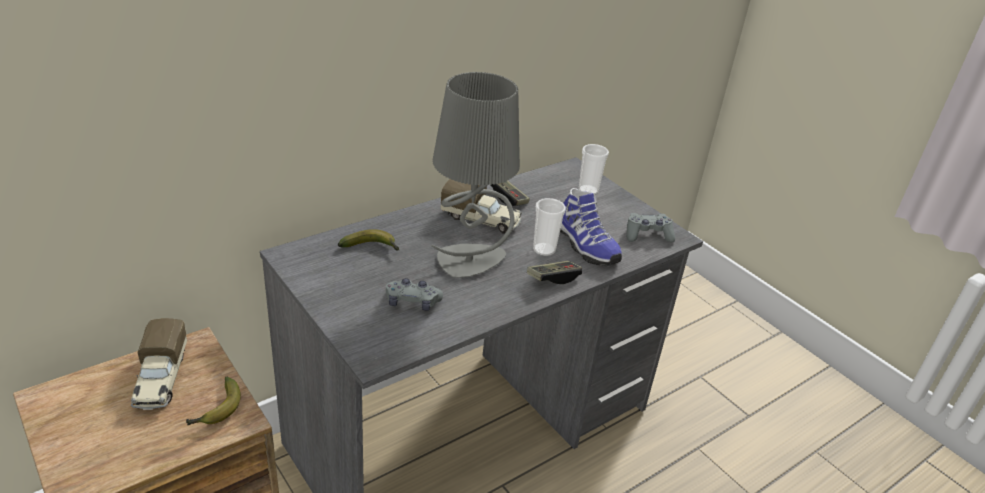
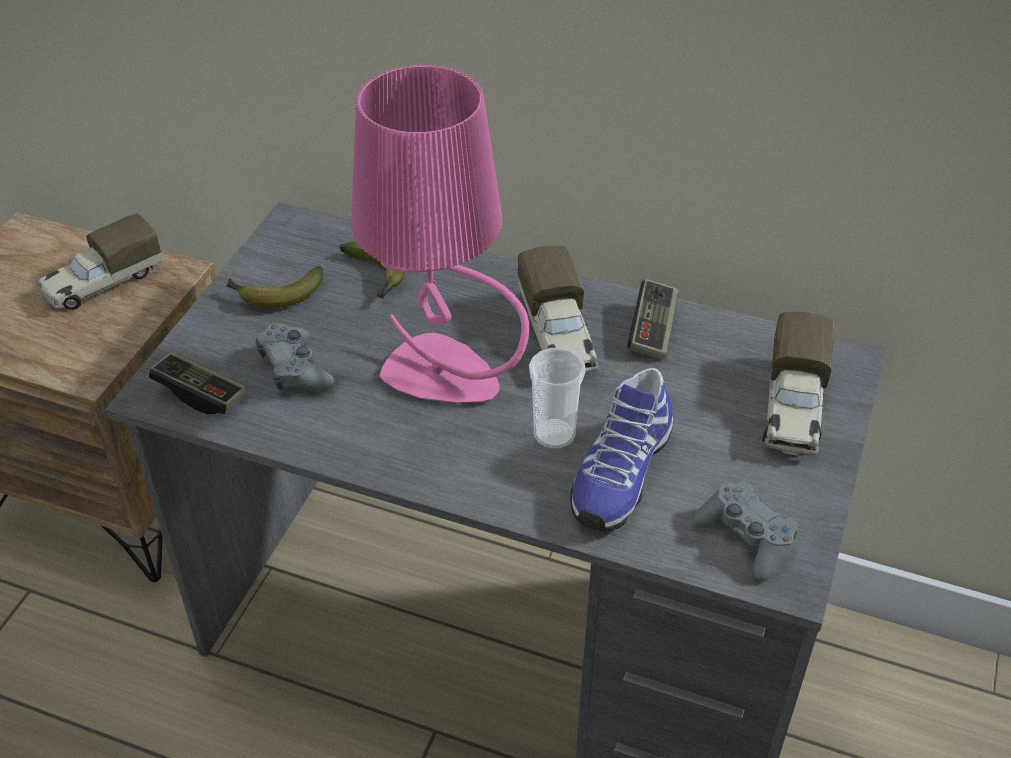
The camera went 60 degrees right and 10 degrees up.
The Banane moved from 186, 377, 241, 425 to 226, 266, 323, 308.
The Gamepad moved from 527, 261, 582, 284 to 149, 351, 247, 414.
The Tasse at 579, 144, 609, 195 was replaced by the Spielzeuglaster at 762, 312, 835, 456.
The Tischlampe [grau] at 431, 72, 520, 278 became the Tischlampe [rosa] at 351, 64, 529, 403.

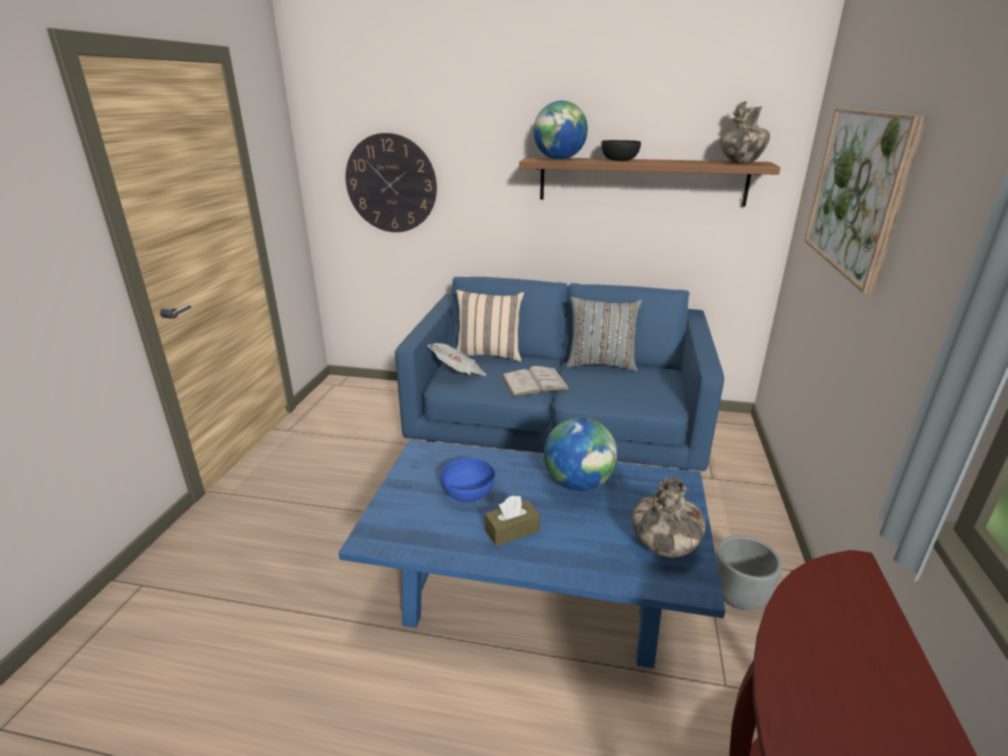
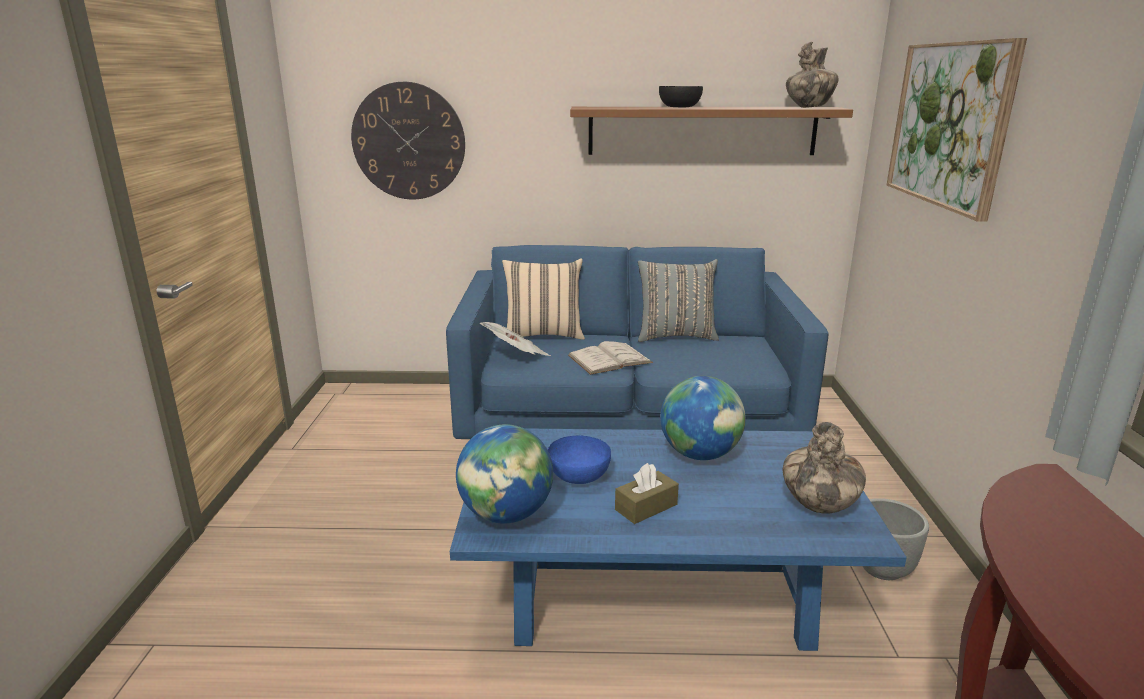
The camera went 10 degrees left and 5 degrees down.
The Globus moved from 533, 100, 588, 160 to 456, 424, 553, 524.

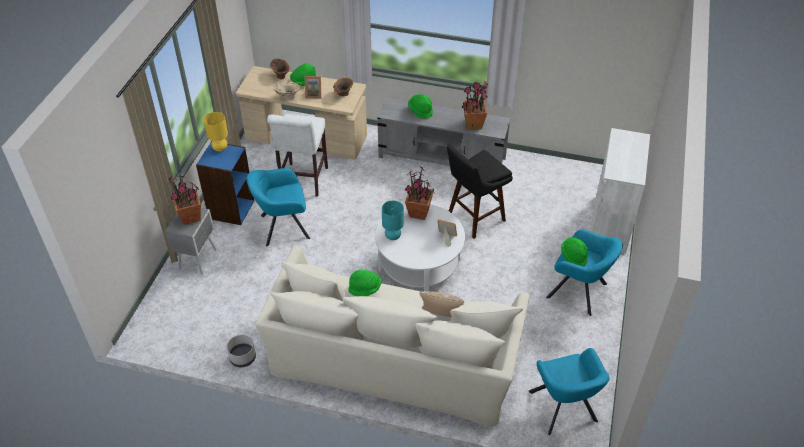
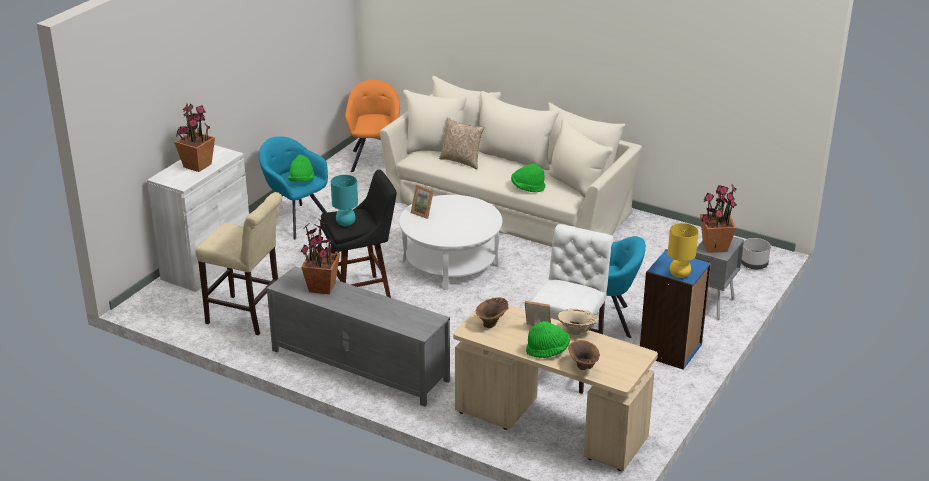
The camera went 165 degrees left and 15 degrees down.
The Hut [grün] at 408, 94, 433, 119 disappeared.
The Hocker [beige] at 195, 192, 282, 335 appeared.
The Pflanzkübel [grau] moved from 227, 335, 256, 367 to 741, 238, 771, 269.
The Tischlampe [türkis] moved from 382, 201, 404, 240 to 331, 175, 358, 226.
The Topfpflanze moved from 405, 167, 435, 220 to 174, 103, 215, 172.
The Sessel [türkis] at 529, 348, 610, 435 became the Sessel [orange] at 345, 79, 400, 172.

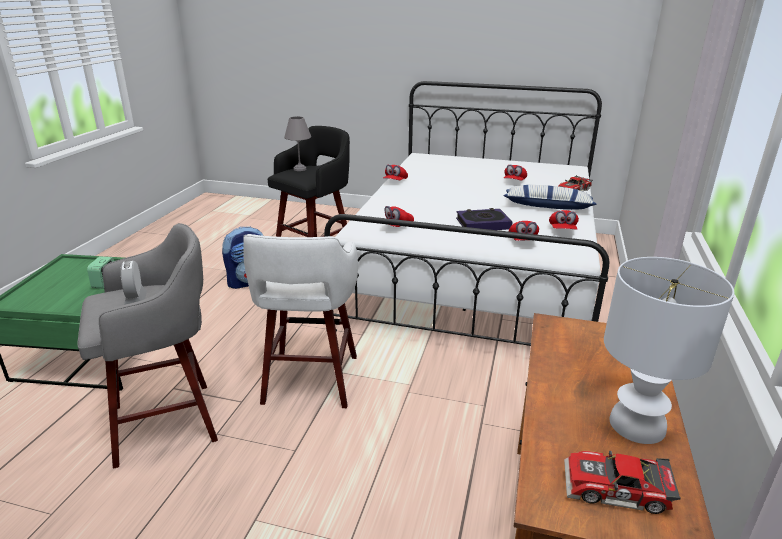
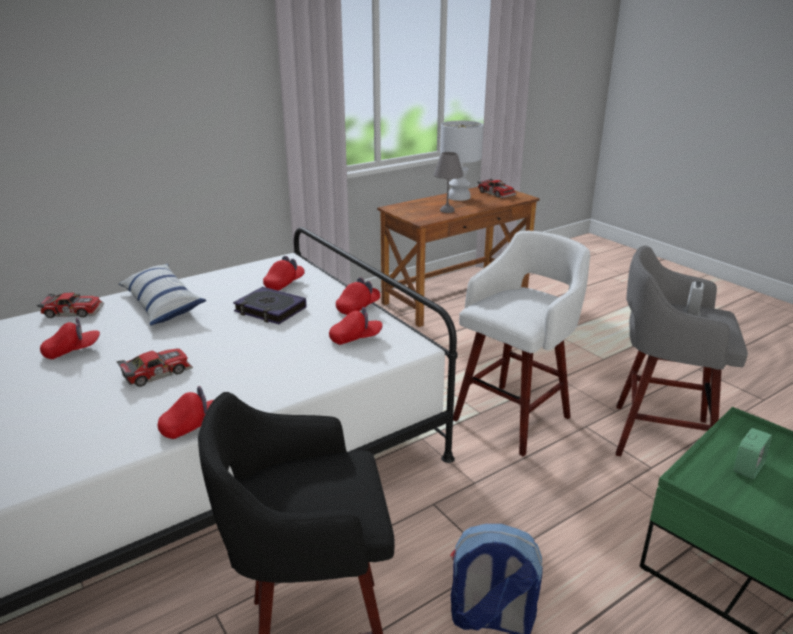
The camera went 140 degrees left and 0 degrees up.
The Spielzeugauto at 117, 349, 193, 387 appeared.
The Tischlampe [grau] moved from 284, 116, 311, 171 to 434, 152, 463, 213.
The Kappe [rot] moved from 549, 210, 579, 230 to 336, 277, 380, 315.

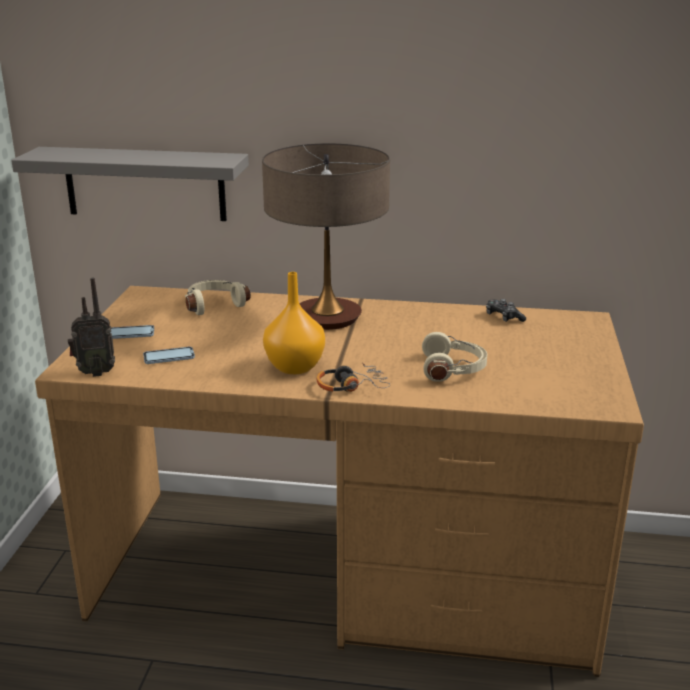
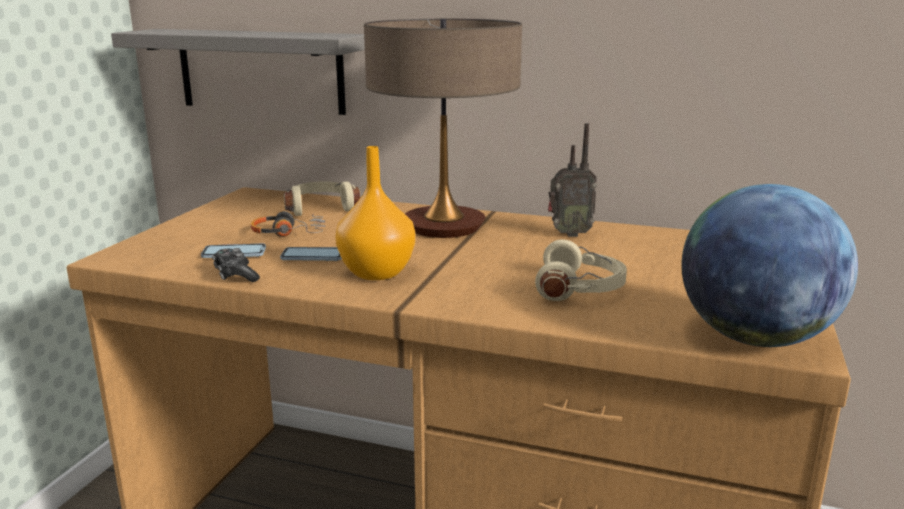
The camera went 10 degrees right and 5 degrees down.
The Globus at 681, 184, 858, 347 appeared.
The Radio moved from 68, 278, 115, 377 to 548, 123, 597, 237.
The Handy moved from 111, 325, 154, 339 to 280, 247, 342, 261.
The Kopfhörer moved from 317, 363, 390, 392 to 251, 211, 326, 237.
The Gamepad moved from 486, 299, 526, 322 to 212, 248, 260, 282.

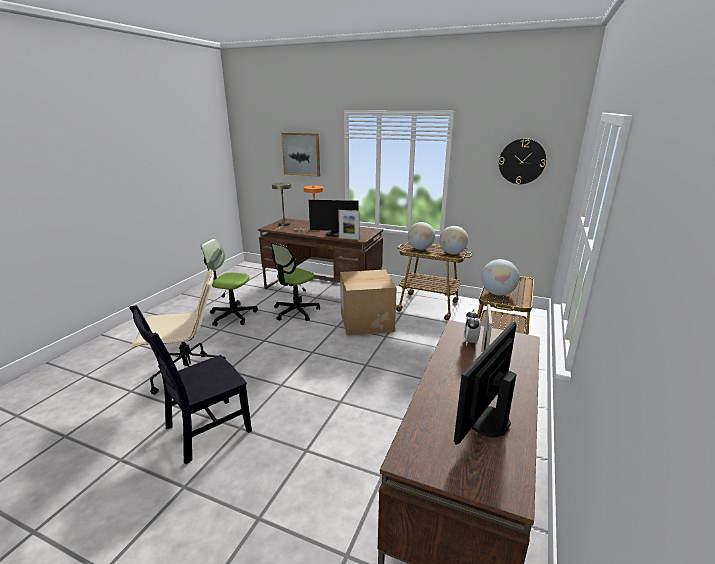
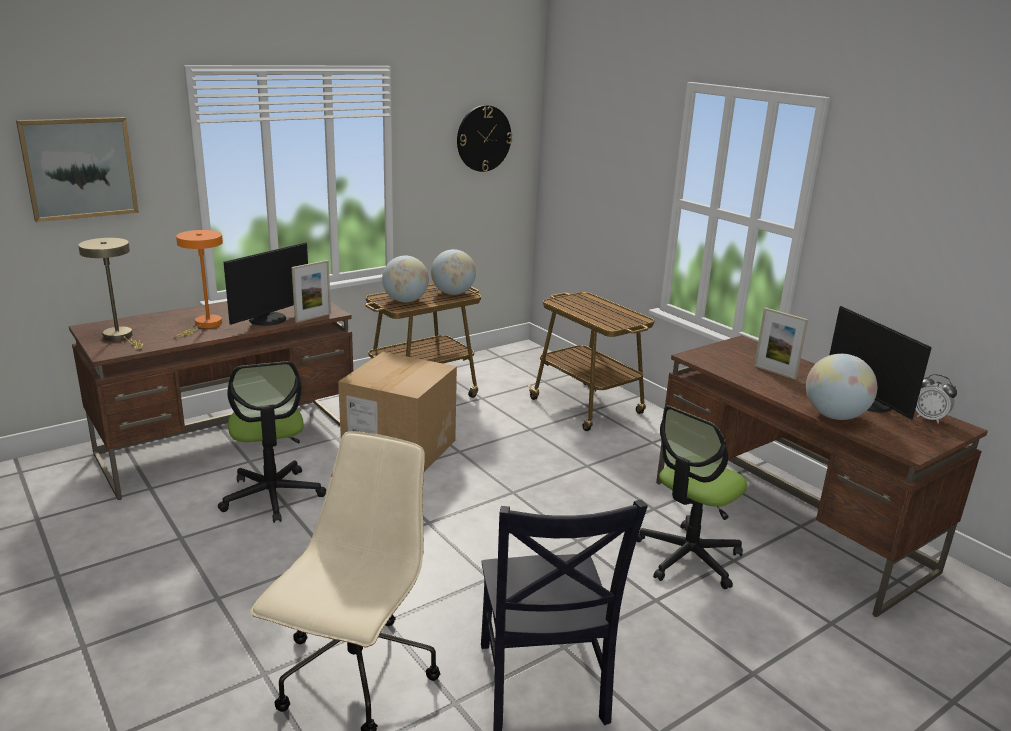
The camera went 60 degrees left and 0 degrees up.
The Bürostuhl moved from 201, 239, 258, 326 to 636, 406, 747, 589.
The Wecker moved from 463, 310, 481, 346 to 916, 374, 957, 424.
The Globus moved from 481, 259, 519, 296 to 806, 354, 877, 420.

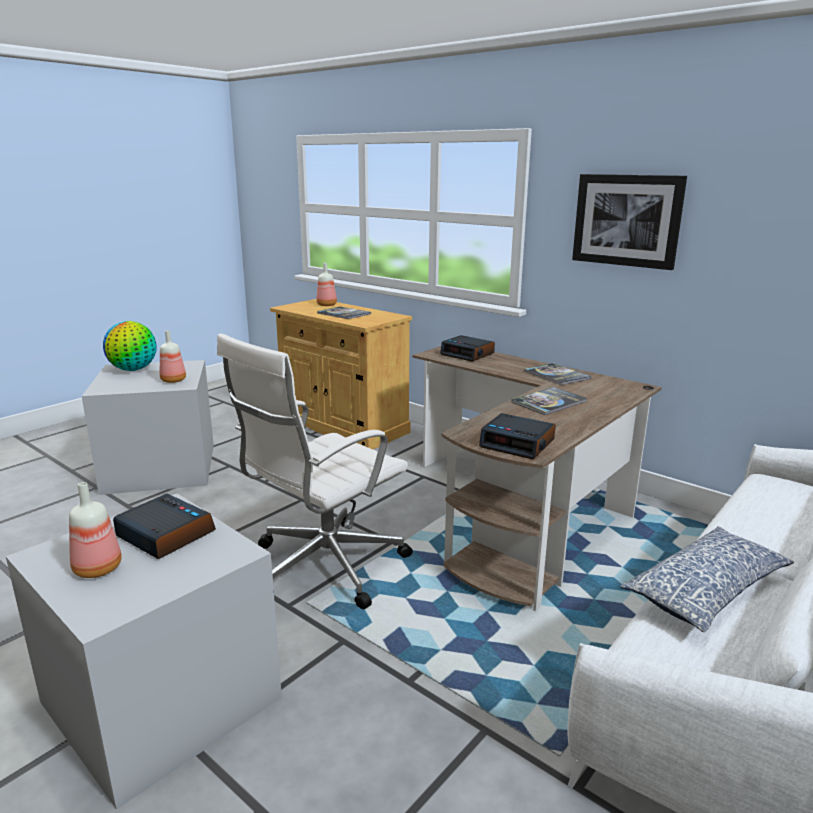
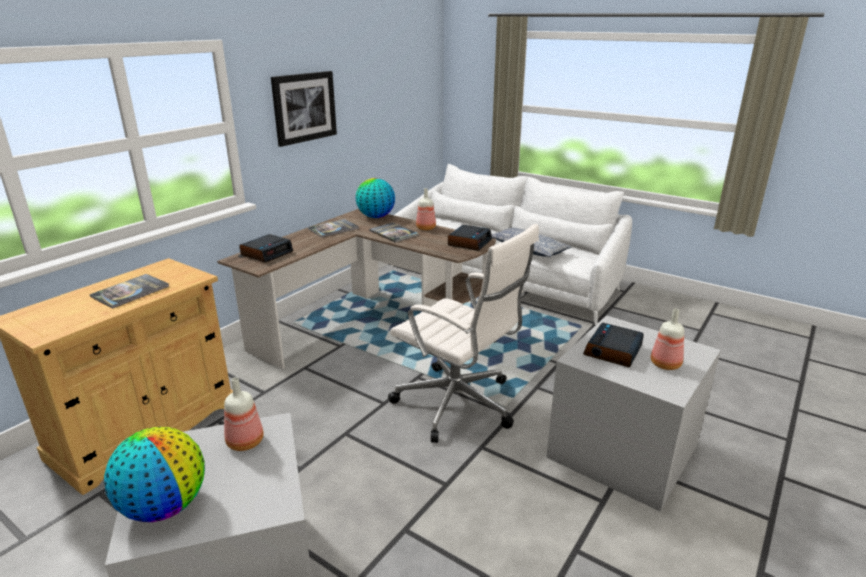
The camera went 95 degrees left and 5 degrees up.
The Globus at 356, 178, 395, 218 appeared.
The Flasche moved from 316, 263, 337, 306 to 416, 188, 436, 230.

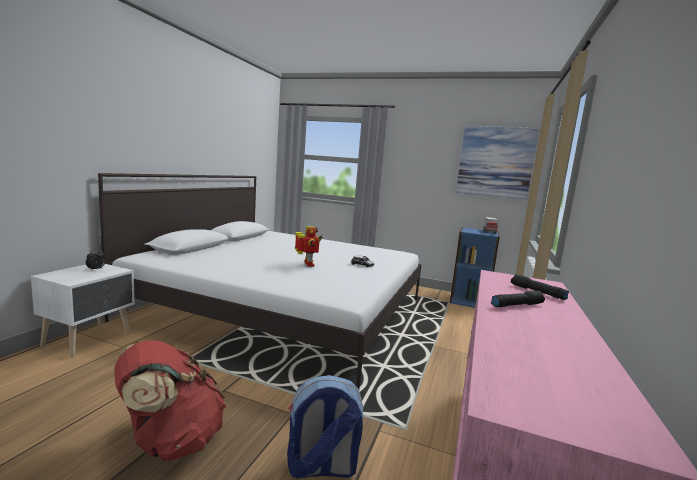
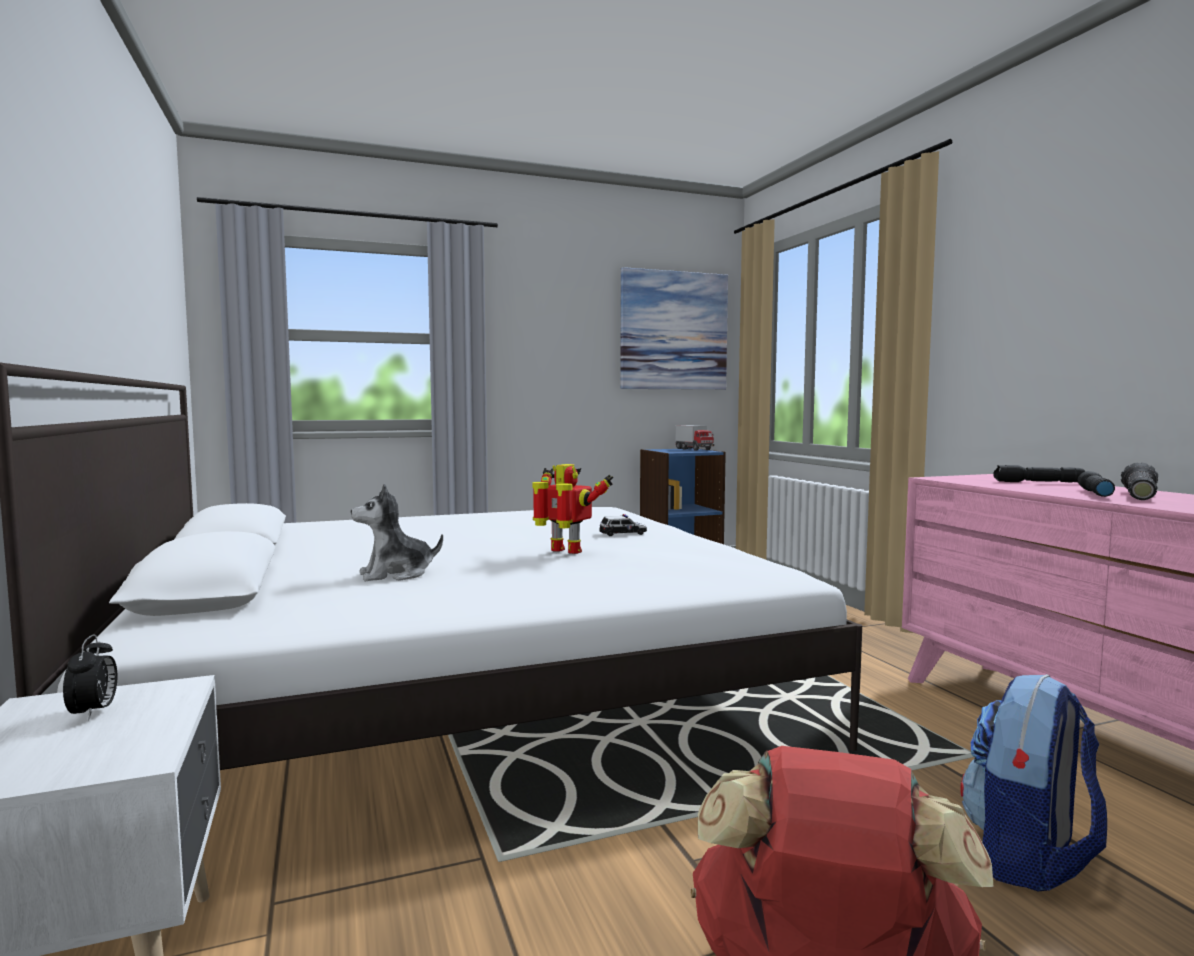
The camera went 40 degrees left and 5 degrees down.
The Plüschtier at 351, 483, 443, 582 appeared.
The Taschenlampe at 1121, 463, 1158, 500 appeared.

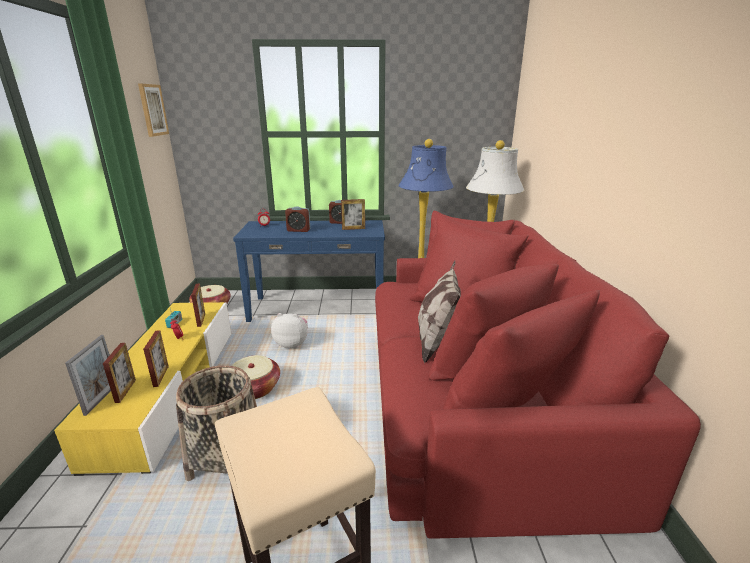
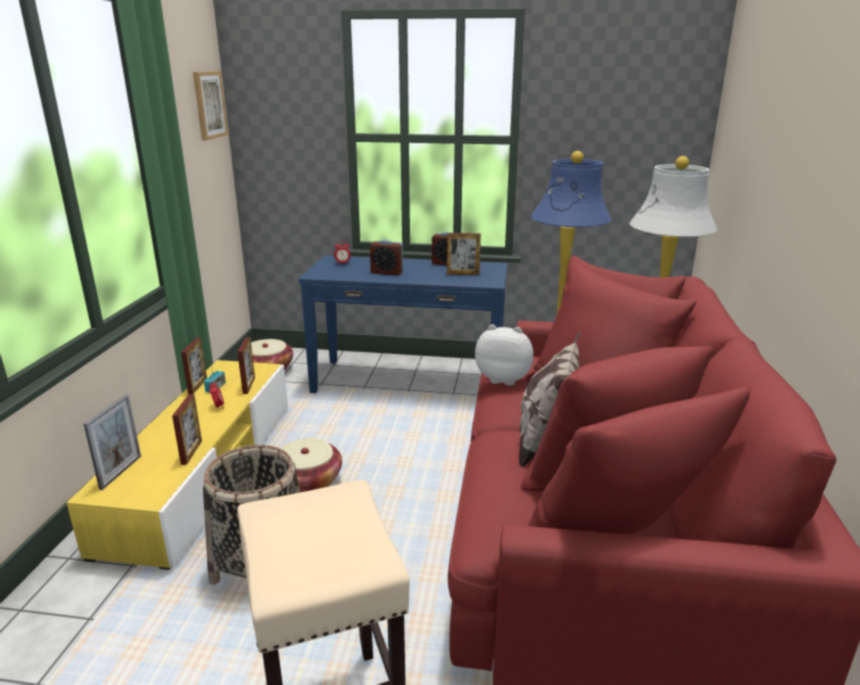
The camera went 10 degrees right and 0 degrees up.
The Bilderrahmen moved from 103, 343, 136, 403 to 181, 338, 207, 394.
The Plüschtier moved from 271, 313, 308, 349 to 475, 325, 533, 386.

